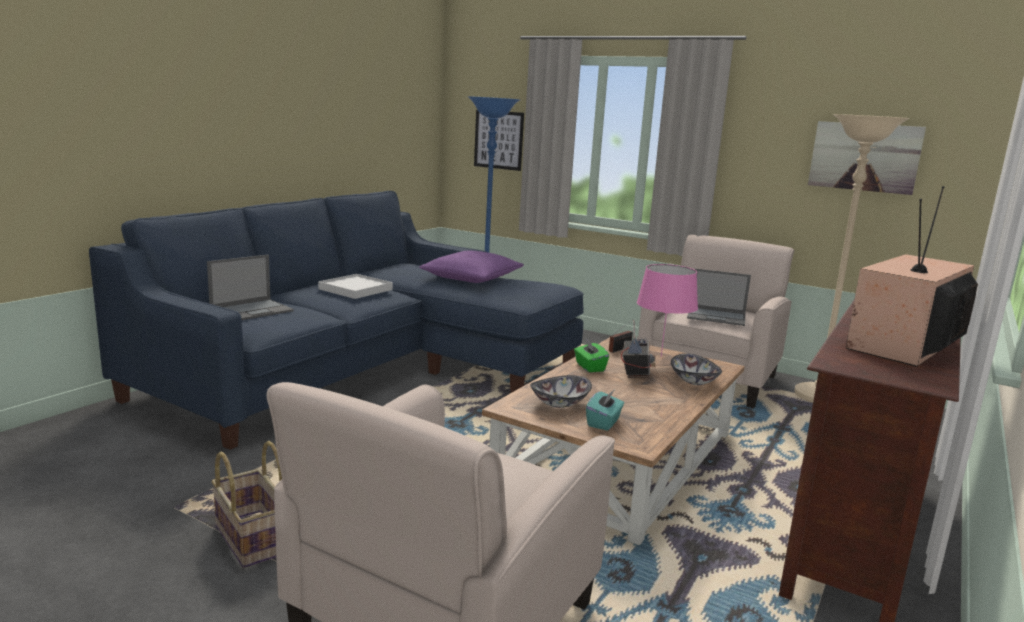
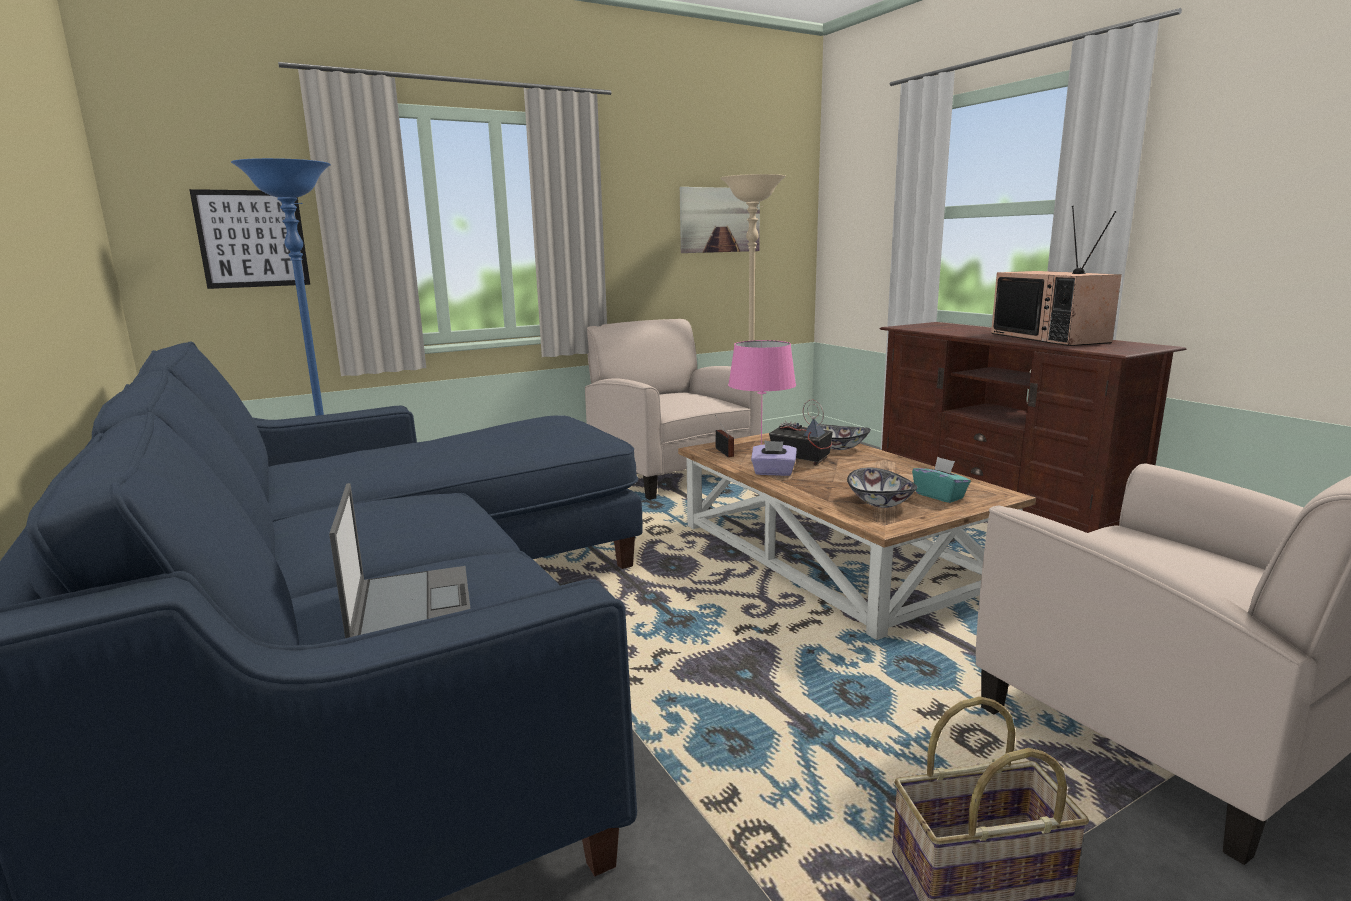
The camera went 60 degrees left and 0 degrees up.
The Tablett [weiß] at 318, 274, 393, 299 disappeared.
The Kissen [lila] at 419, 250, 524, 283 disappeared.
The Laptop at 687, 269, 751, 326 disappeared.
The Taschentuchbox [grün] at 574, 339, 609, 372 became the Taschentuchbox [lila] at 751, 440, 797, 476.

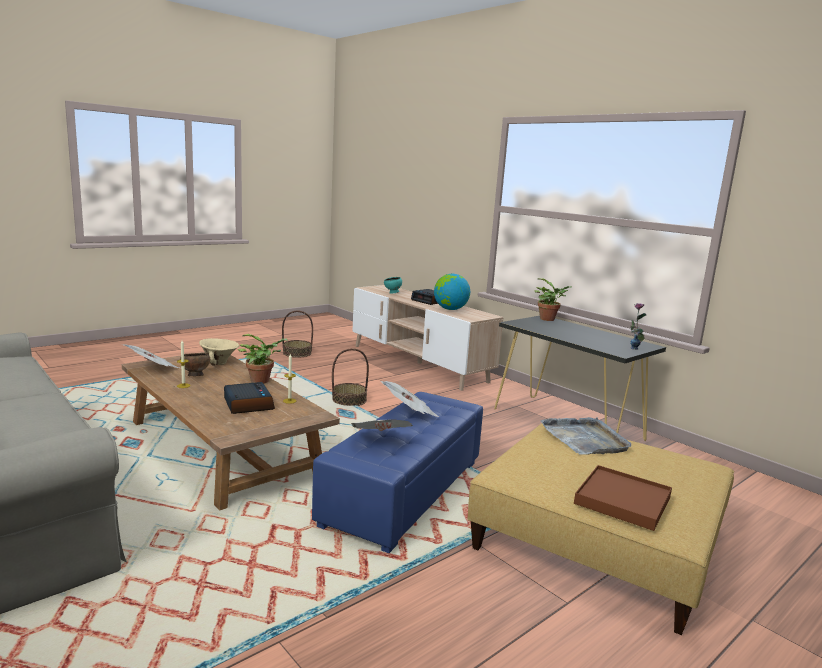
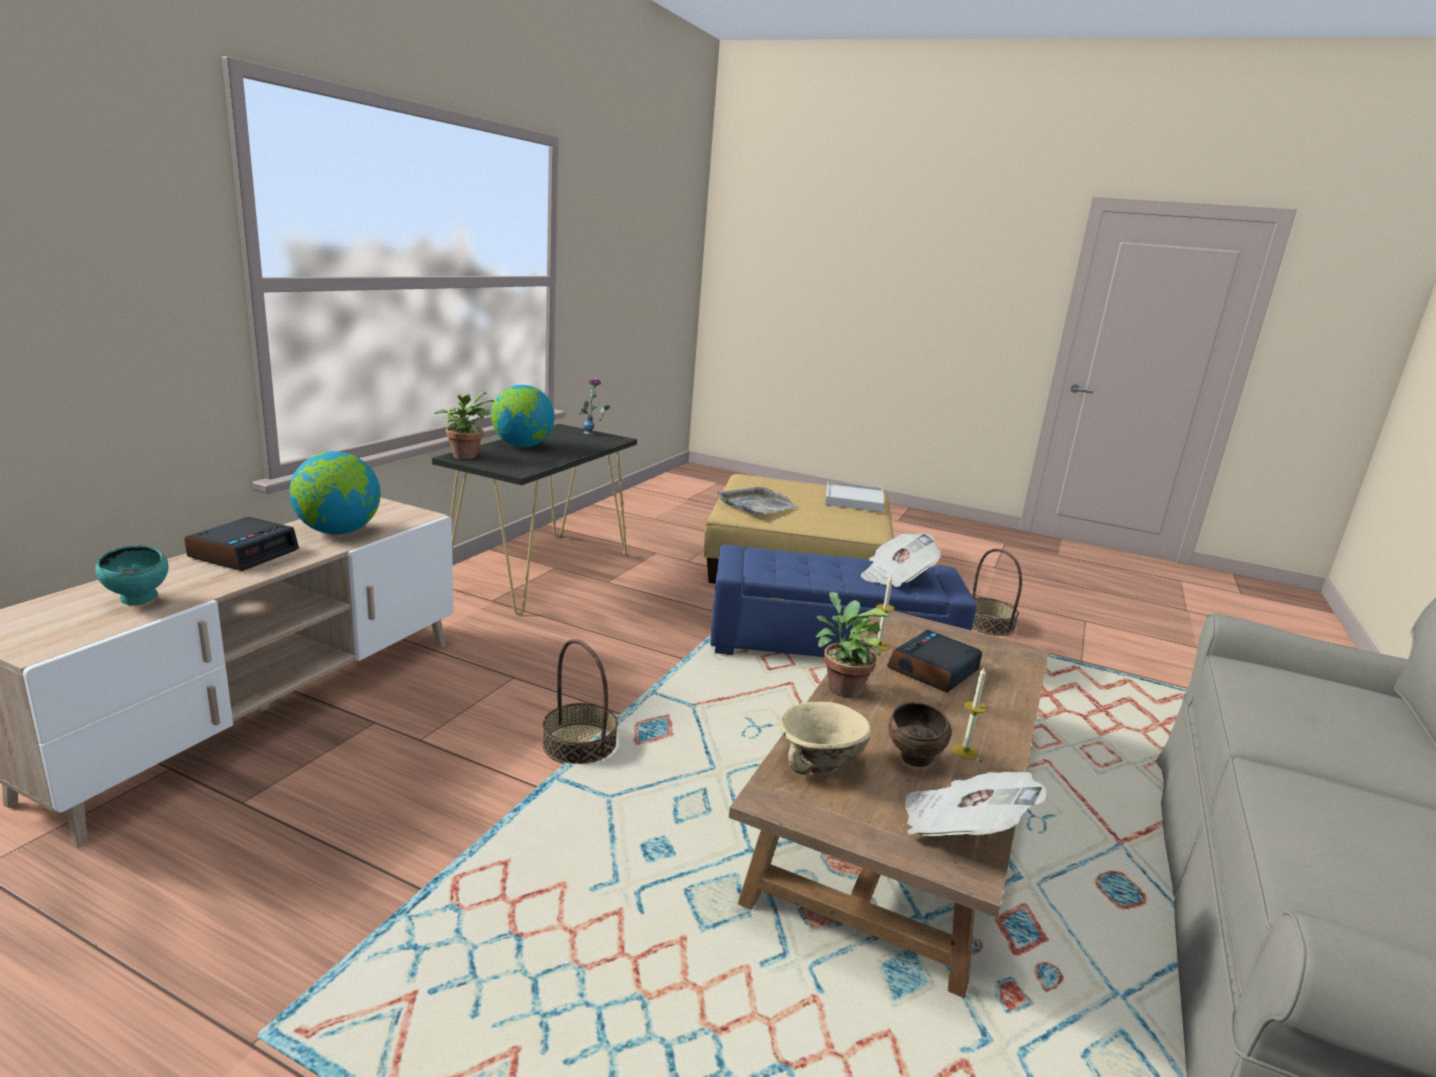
The camera went 115 degrees left and 5 degrees up.
The Zeitung at 380, 381, 439, 417 disappeared.
The Globus at 491, 385, 555, 447 appeared.
The Korb moved from 282, 311, 313, 358 to 972, 548, 1022, 636.
The Tablett [braun] at 574, 465, 672, 531 became the Tablett [weiß] at 825, 481, 885, 512.

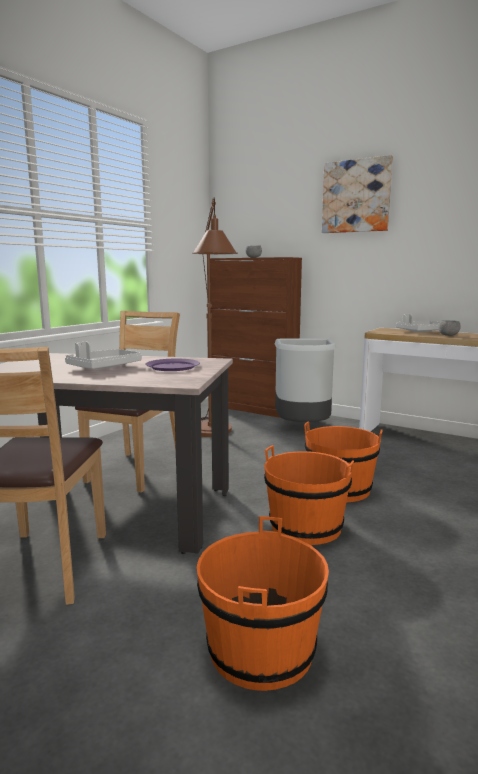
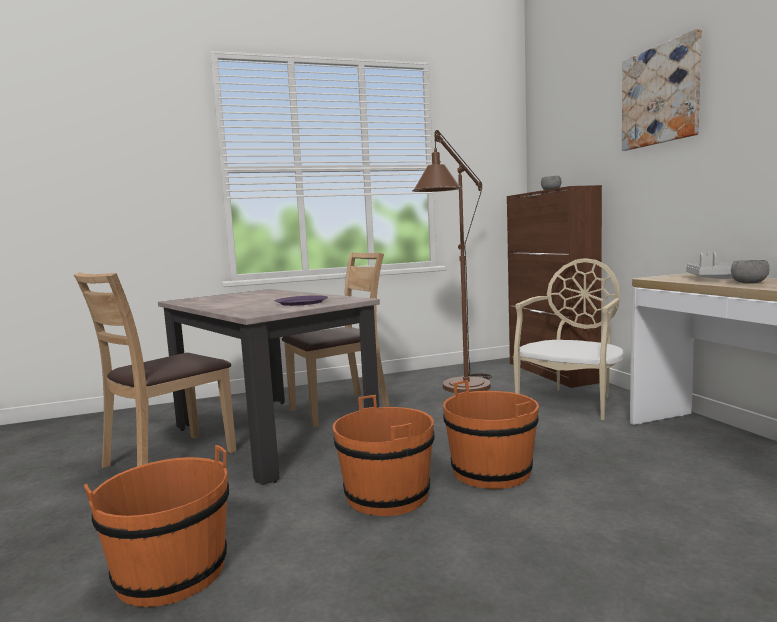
The camera went 40 degrees right and 5 degrees down.
The Tablett [grau] at 65, 342, 142, 369 disappeared.
The Mülleimer [grau] at 274, 338, 336, 422 was replaced by the Stuhl [beige] at 513, 258, 624, 420.

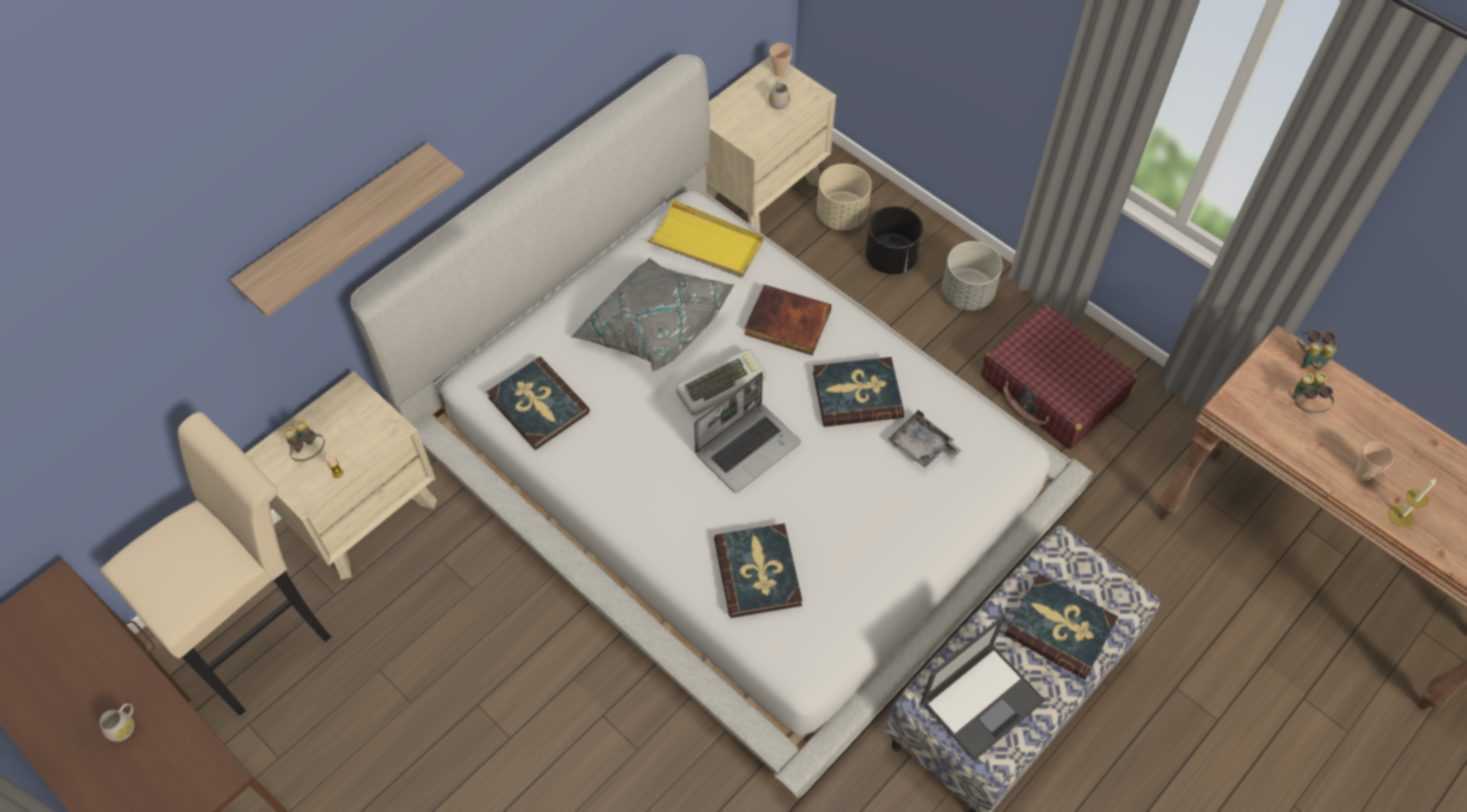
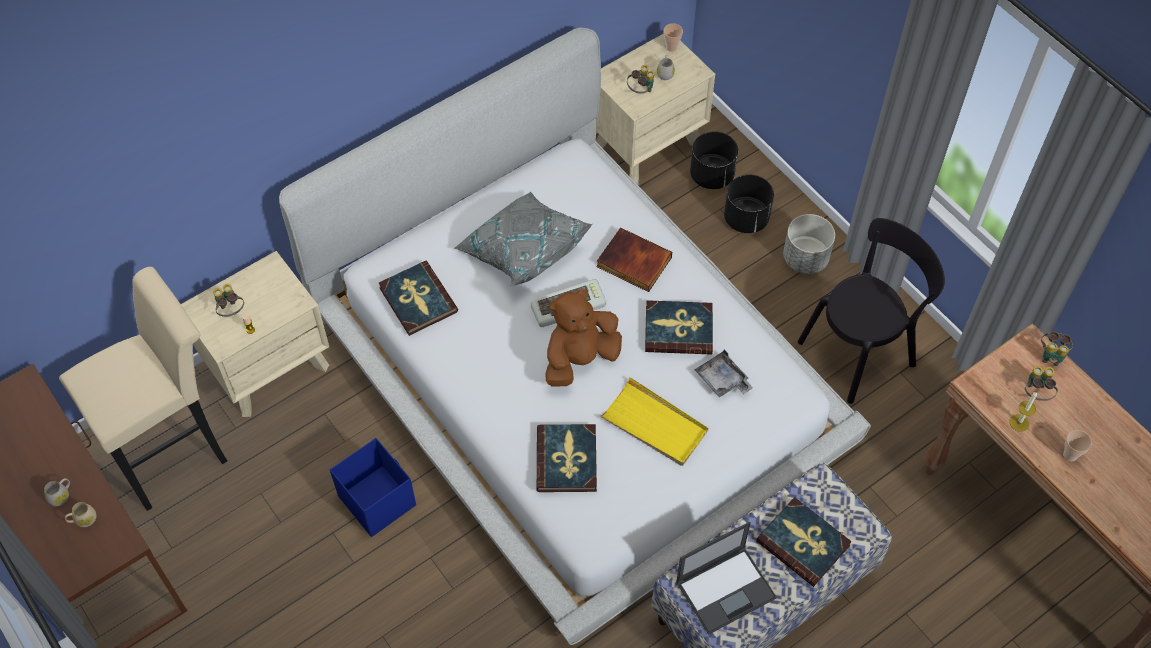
The camera went 10 degrees right and 0 degrees up.
The Wandregal at 230, 143, 464, 317 disappeared.
The Henkelbecher [beige] at 65, 502, 96, 527 appeared.
The Aufbewahrungsbox [blau] at 330, 438, 416, 537 appeared.
The Fernglas at 627, 65, 654, 94 appeared.
The Tablett [gelb] moved from 647, 200, 764, 278 to 600, 377, 709, 466.
The Kerze moved from 1388, 478, 1436, 527 to 1010, 391, 1037, 432.
The Laptop at 694, 372, 801, 493 was replaced by the Plüschtier [braun] at 545, 289, 622, 386.
The Koffer [rot] at 981, 304, 1137, 449 was replaced by the Stuhl [schwarz] at 798, 218, 945, 404.
The Pflanzkübel [beige] at 817, 164, 872, 231 became the Pflanzkübel [schwarz] at 690, 132, 738, 189.

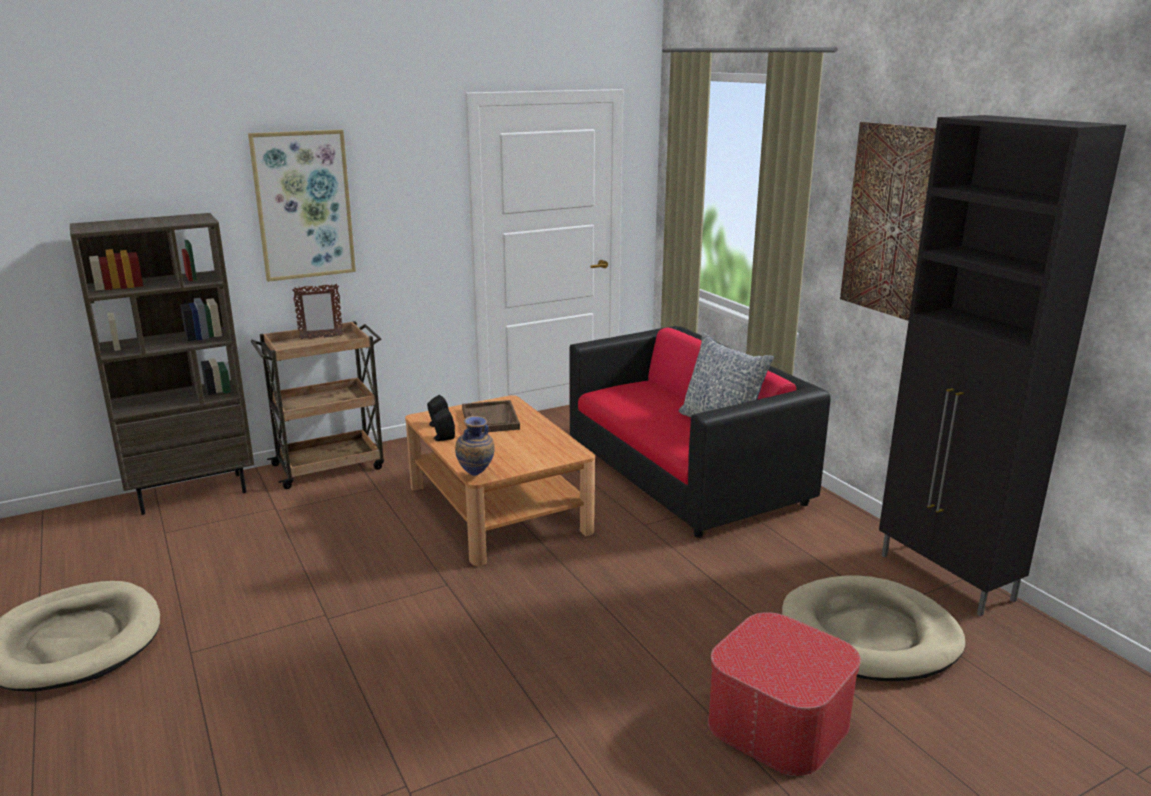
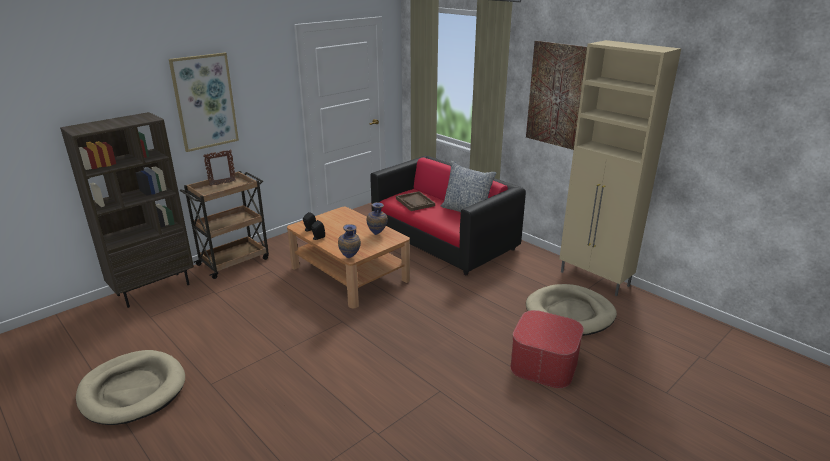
The camera went 15 degrees left and 5 degrees up.
The Vase at 367, 202, 388, 235 appeared.
The Tablett [braun] moved from 462, 400, 520, 432 to 396, 191, 435, 211.
The Schrank [schwarz] at 879, 115, 1126, 616 became the Schrank [beige] at 559, 40, 681, 296.

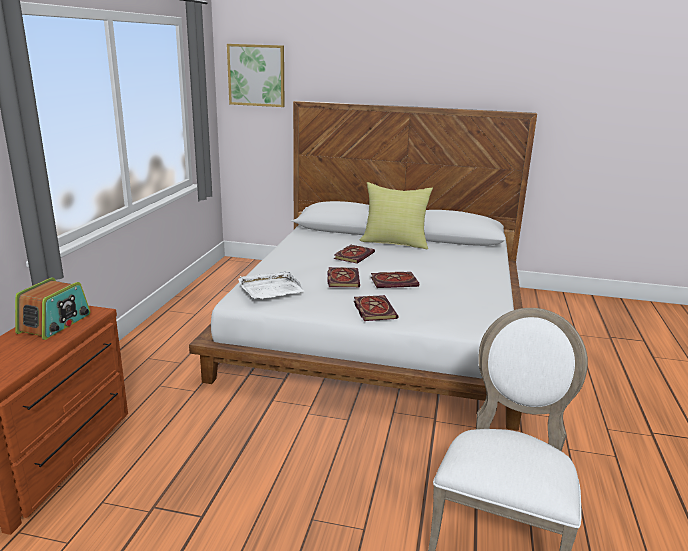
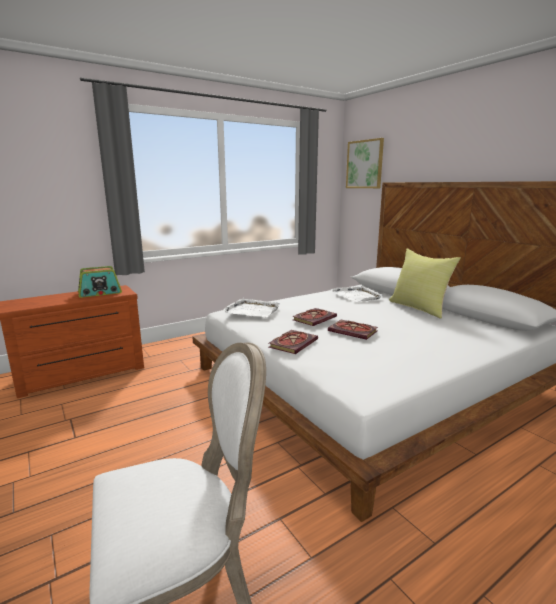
The camera went 45 degrees right and 5 degrees down.
The Buch at 334, 245, 375, 264 disappeared.
The Tablett [weiß] at 331, 286, 382, 302 appeared.

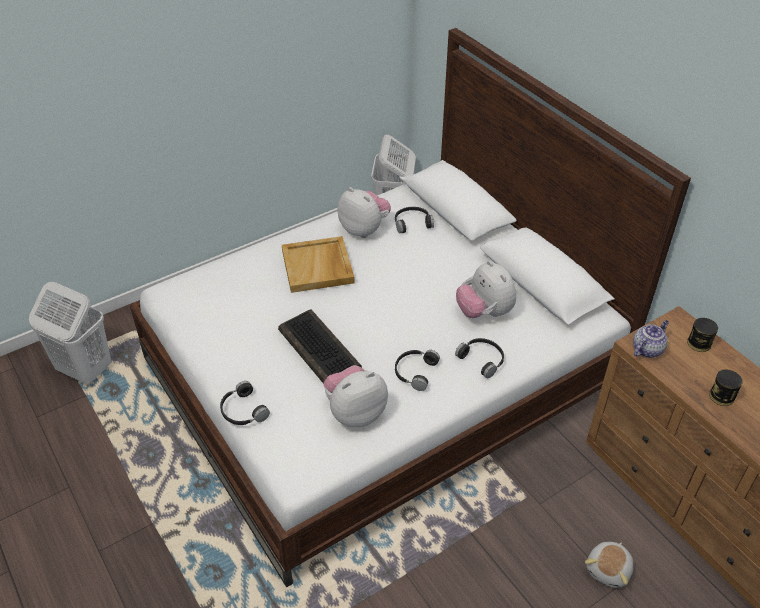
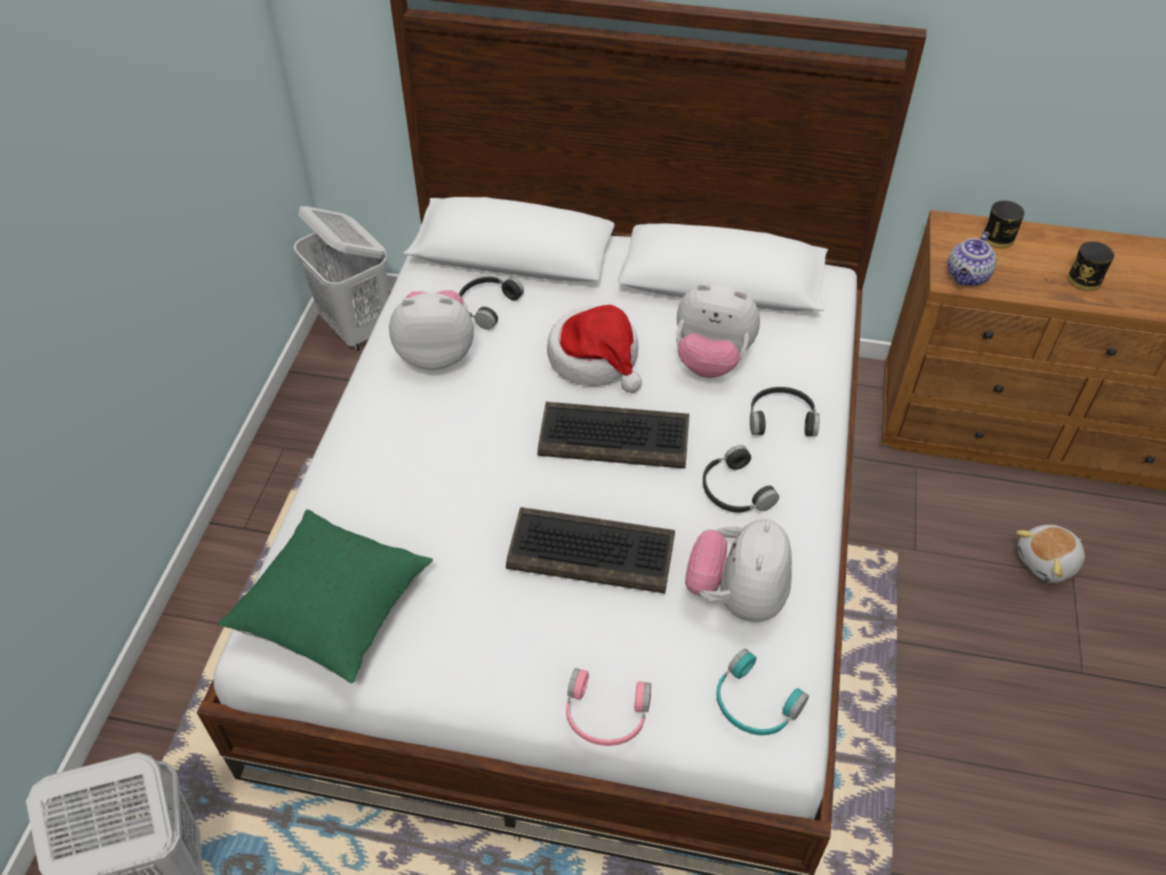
The camera went 45 degrees left and 5 degrees up.
The Tablett [beige] at 282, 236, 355, 293 disappeared.
The Kissen [grün] at 219, 509, 433, 683 appeared.
The Tastatur at 538, 402, 689, 469 appeared.
The Hut at 547, 305, 642, 393 appeared.
The Kopfhörer [türkis] at 717, 649, 809, 735 appeared.
The Kopfhörer [schwarz] at 220, 381, 270, 425 became the Kopfhörer [rosa] at 566, 668, 651, 746.
The Plüschtier at 585, 542, 633, 588 turned 75 degrees clockwise.
The Teekanne at 633, 320, 669, 358 turned 150 degrees counterclockwise.

